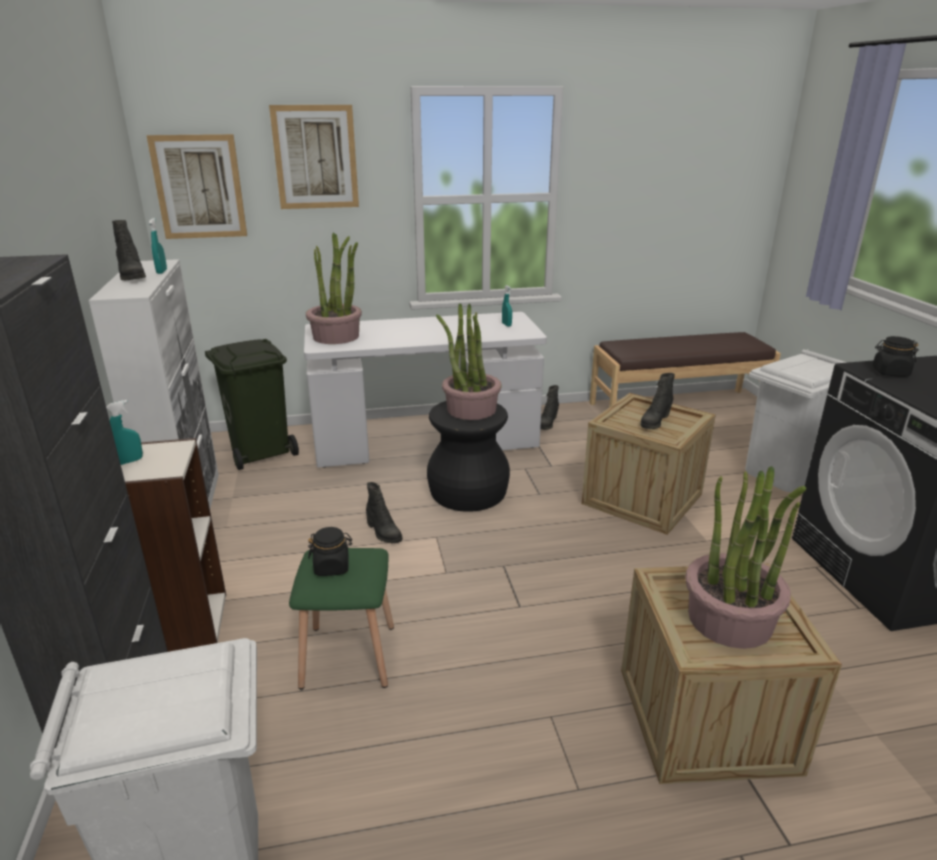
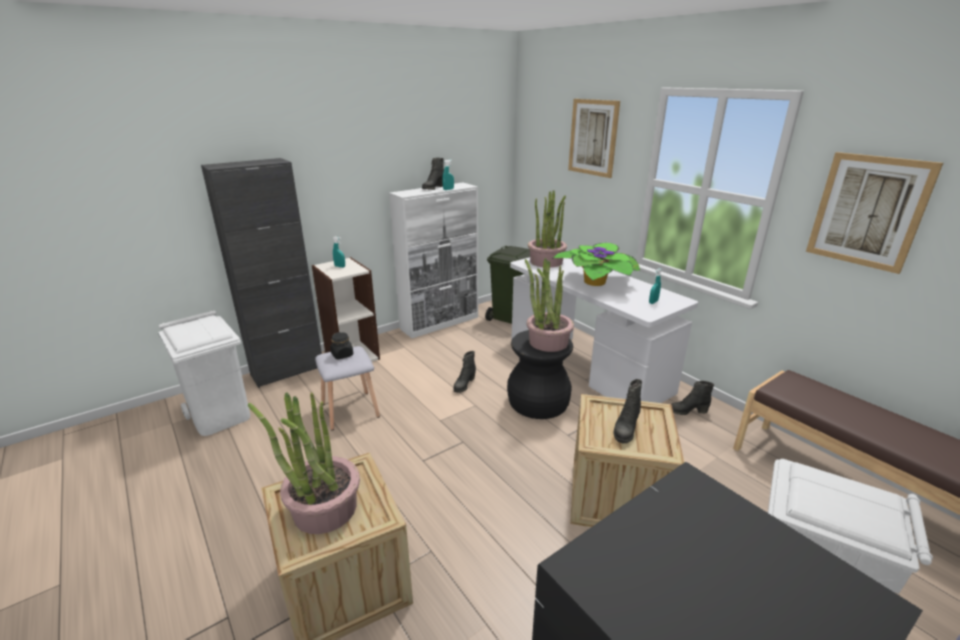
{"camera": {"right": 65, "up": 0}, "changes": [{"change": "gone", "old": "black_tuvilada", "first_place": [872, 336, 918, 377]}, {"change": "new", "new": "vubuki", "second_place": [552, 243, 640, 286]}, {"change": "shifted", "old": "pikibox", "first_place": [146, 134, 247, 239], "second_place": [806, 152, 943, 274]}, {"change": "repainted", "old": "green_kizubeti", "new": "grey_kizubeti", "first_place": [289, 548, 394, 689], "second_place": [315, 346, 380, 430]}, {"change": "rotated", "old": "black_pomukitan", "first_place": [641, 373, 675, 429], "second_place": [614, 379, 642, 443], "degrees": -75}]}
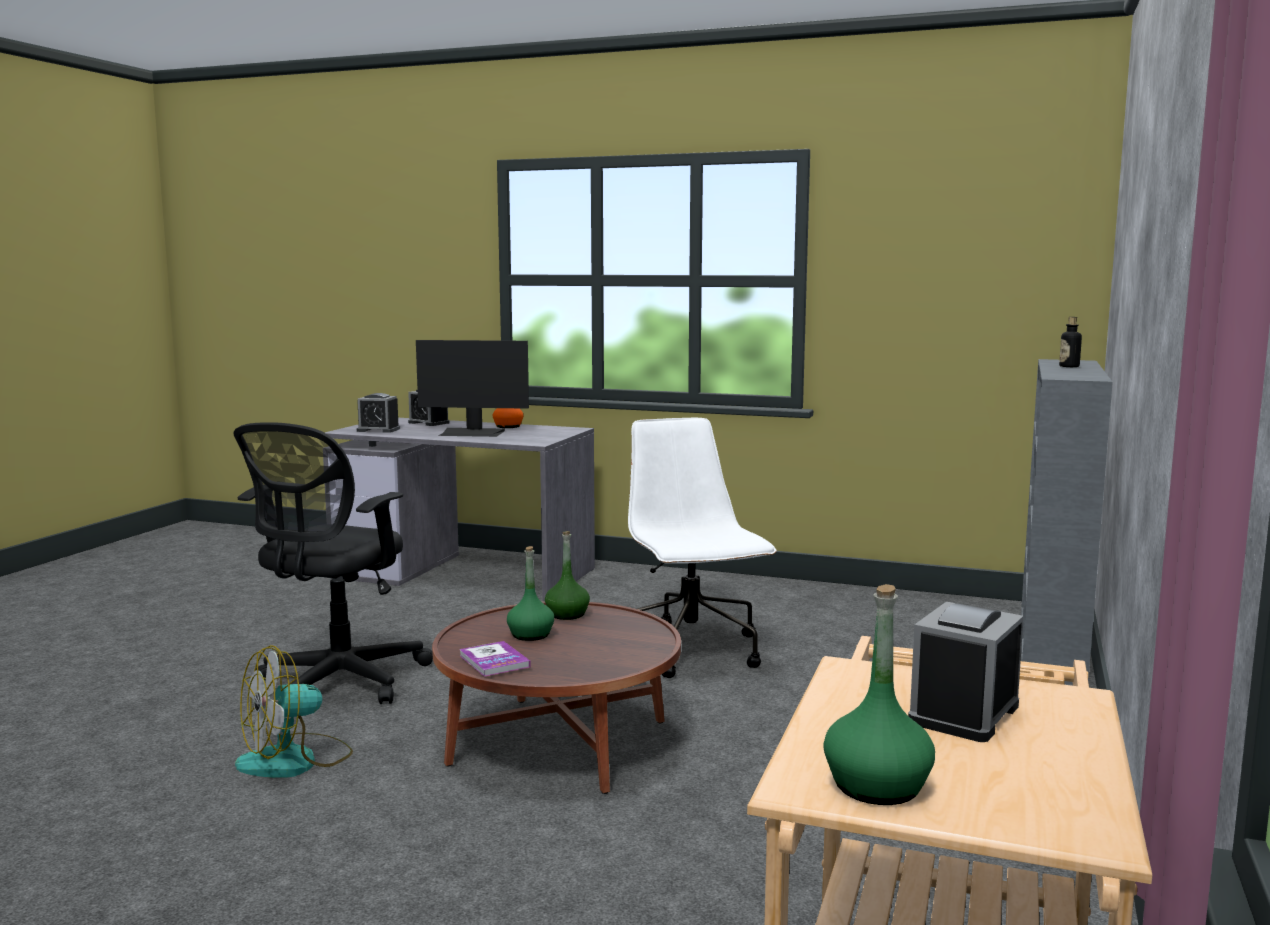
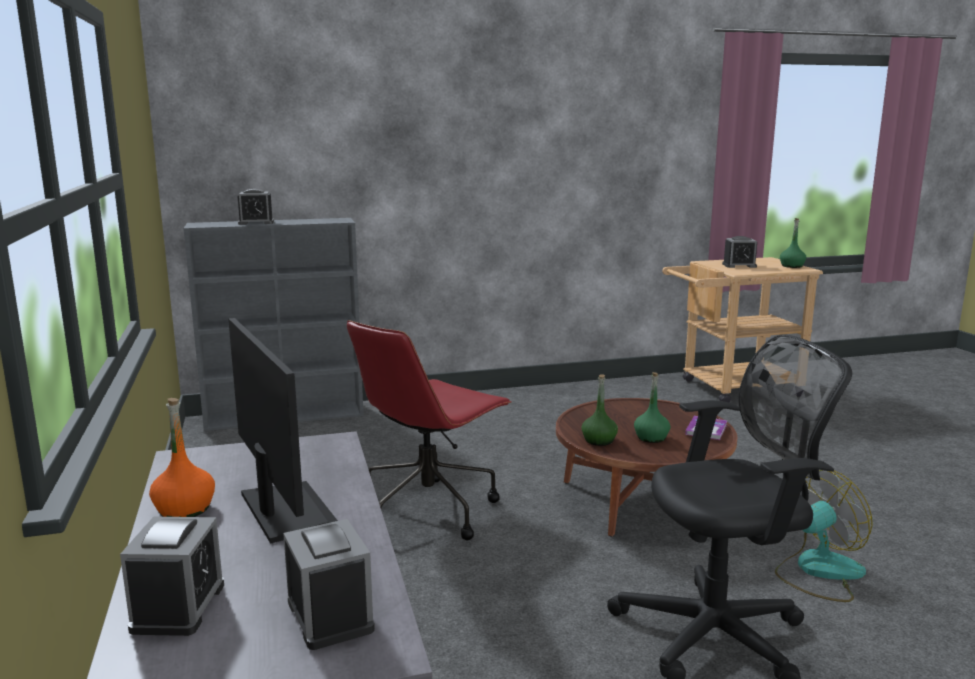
{"camera": {"right": -125, "up": 5}, "changes": [{"change": "swapped", "old": "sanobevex", "new": "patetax", "first_place": [1059, 317, 1082, 367], "second_place": [237, 189, 274, 225]}, {"change": "repainted", "old": "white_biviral", "new": "red_biviral", "first_place": [628, 418, 777, 678], "second_place": [347, 320, 512, 540]}, {"change": "rotated", "old": "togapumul", "first_place": [235, 645, 353, 778], "second_place": [775, 470, 873, 602], "degrees": -45}]}
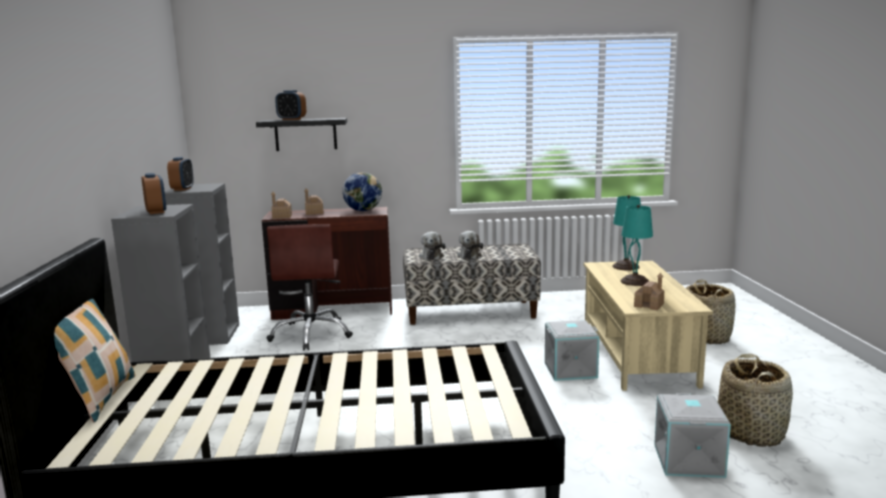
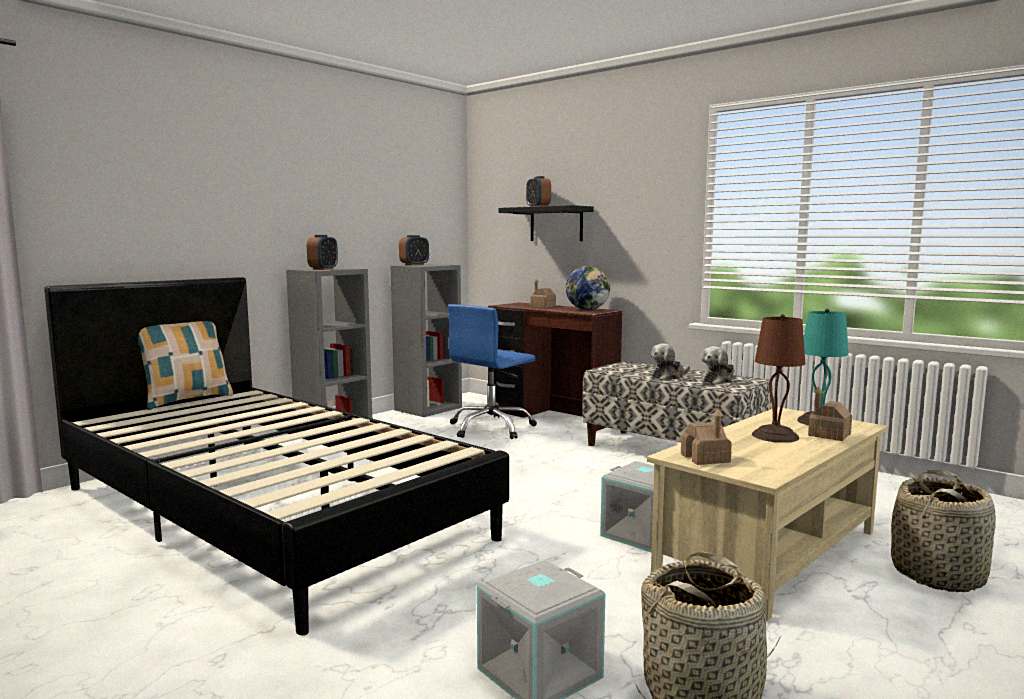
{"camera": {"right": 45, "up": -5}, "changes": [{"change": "shifted", "old": "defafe", "first_place": [271, 192, 292, 219], "second_place": [808, 387, 852, 441]}, {"change": "shifted", "old": "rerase", "first_place": [419, 232, 445, 260], "second_place": [701, 346, 734, 384]}, {"change": "repainted", "old": "brown_biviral", "new": "blue_biviral", "first_place": [267, 224, 353, 350], "second_place": [448, 304, 537, 439]}, {"change": "repainted", "old": "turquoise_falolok", "new": "brown_falolok", "first_place": [621, 205, 653, 286], "second_place": [752, 314, 805, 443]}]}
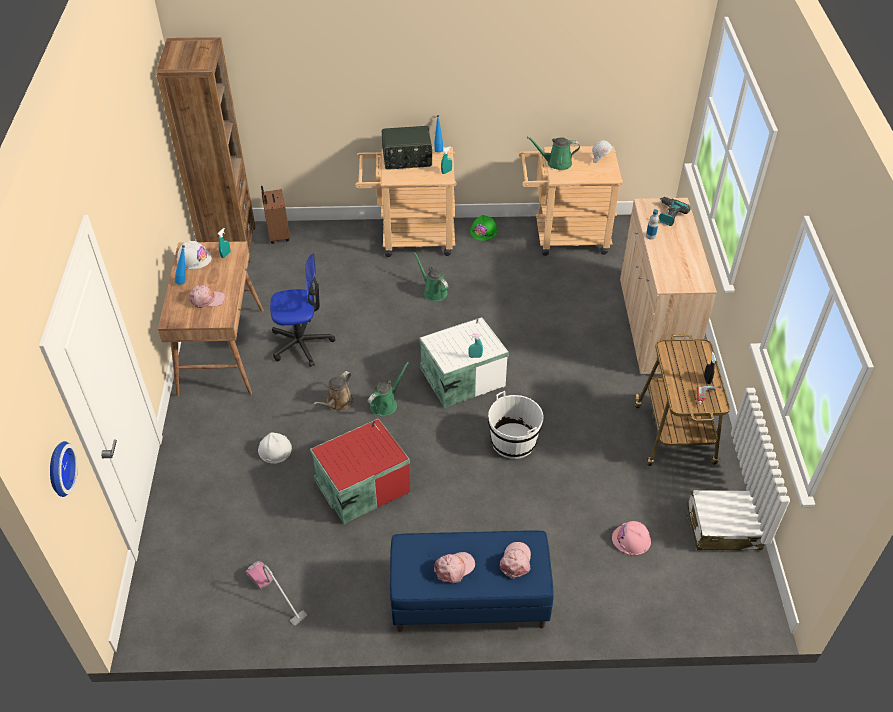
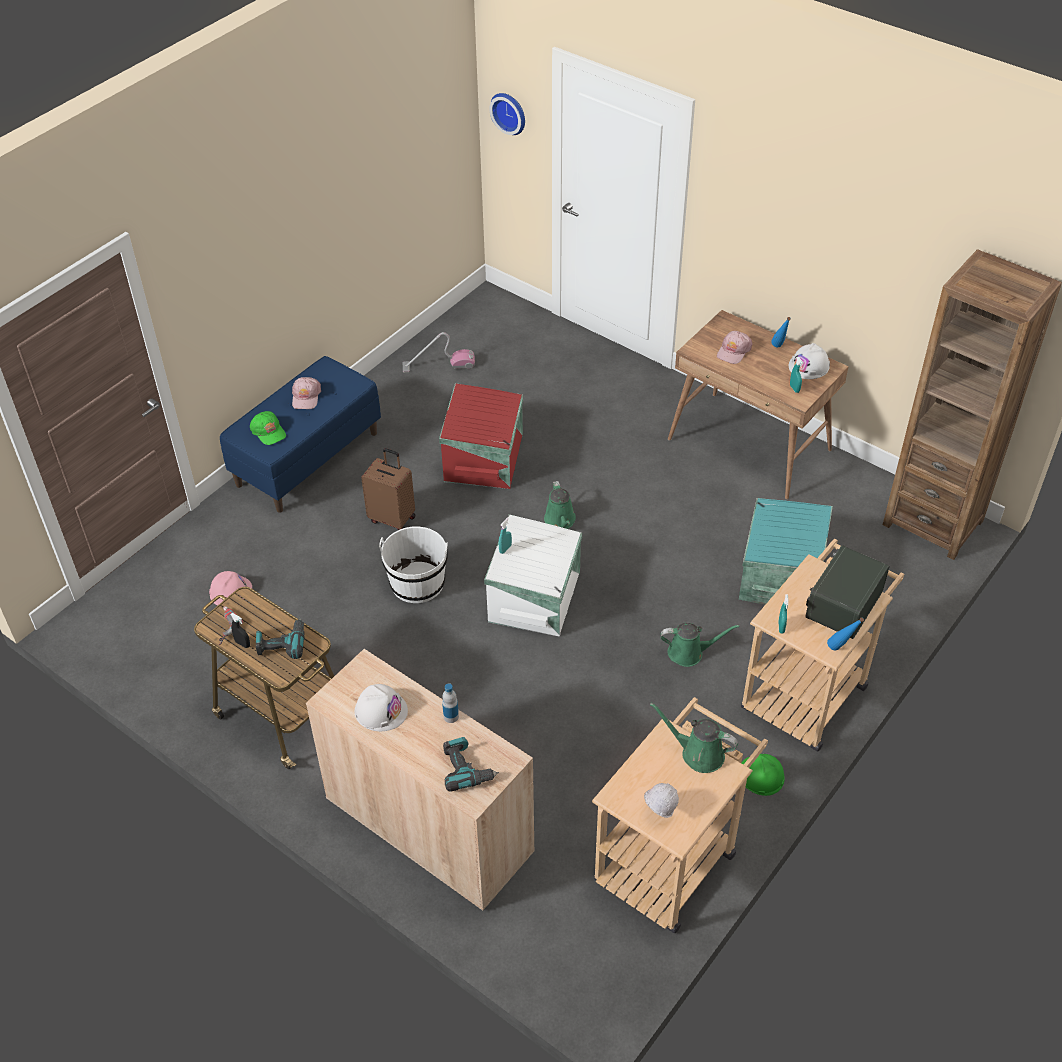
{"camera": {"right": 130, "up": 0}, "changes": [{"change": "gone", "old": "biviral", "first_place": [270, 254, 335, 367]}, {"change": "gone", "old": "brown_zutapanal", "first_place": [313, 371, 353, 411]}, {"change": "gone", "old": "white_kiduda", "first_place": [687, 490, 765, 550]}, {"change": "new", "new": "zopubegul", "second_place": [256, 618, 305, 659]}, {"change": "new", "new": "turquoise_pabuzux", "second_place": [739, 498, 833, 605]}, {"change": "shifted", "old": "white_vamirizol", "first_place": [258, 432, 292, 464], "second_place": [354, 684, 408, 731]}, {"change": "shifted", "old": "brown_kiduda", "first_place": [261, 186, 290, 244], "second_place": [361, 448, 416, 530]}, {"change": "repainted", "old": "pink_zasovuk", "new": "green_zasovuk", "first_place": [500, 542, 531, 579], "second_place": [250, 411, 286, 445]}, {"change": "rotated", "old": "green_zutapanal", "first_place": [527, 137, 580, 170], "second_place": [650, 702, 738, 773], "degrees": -105}]}
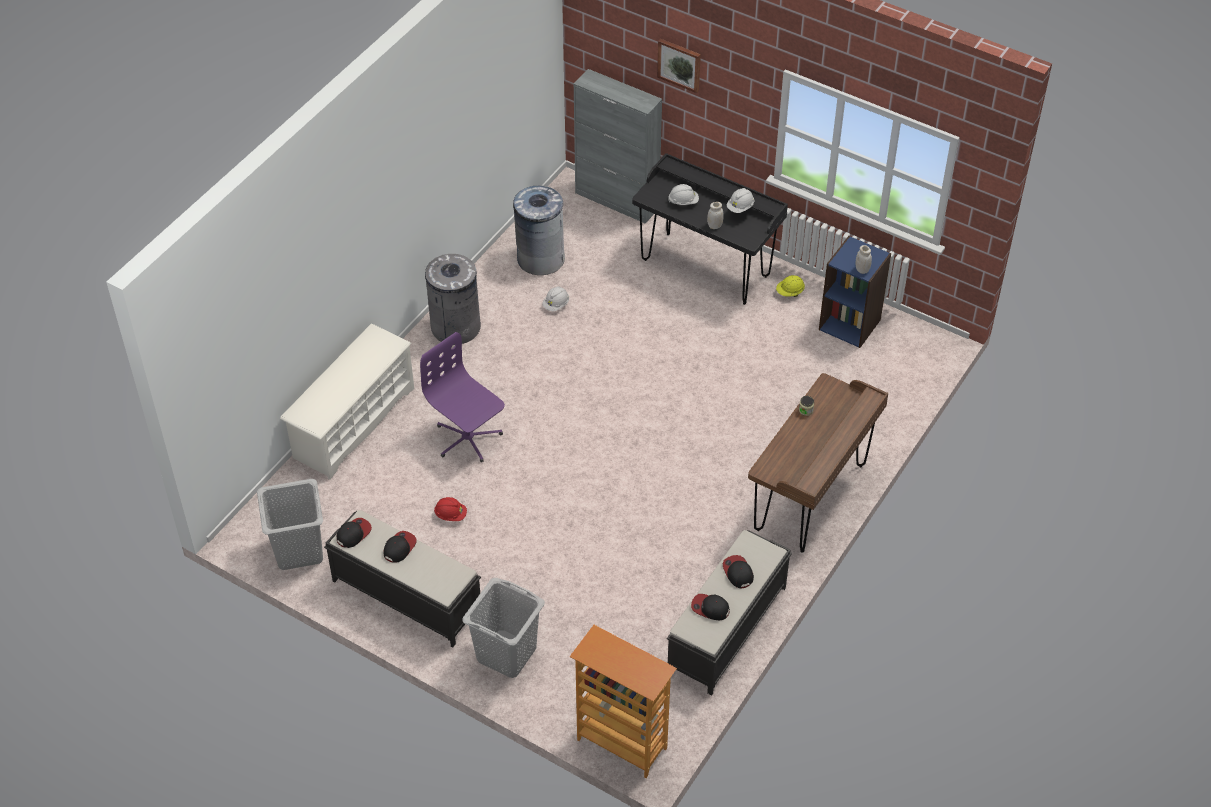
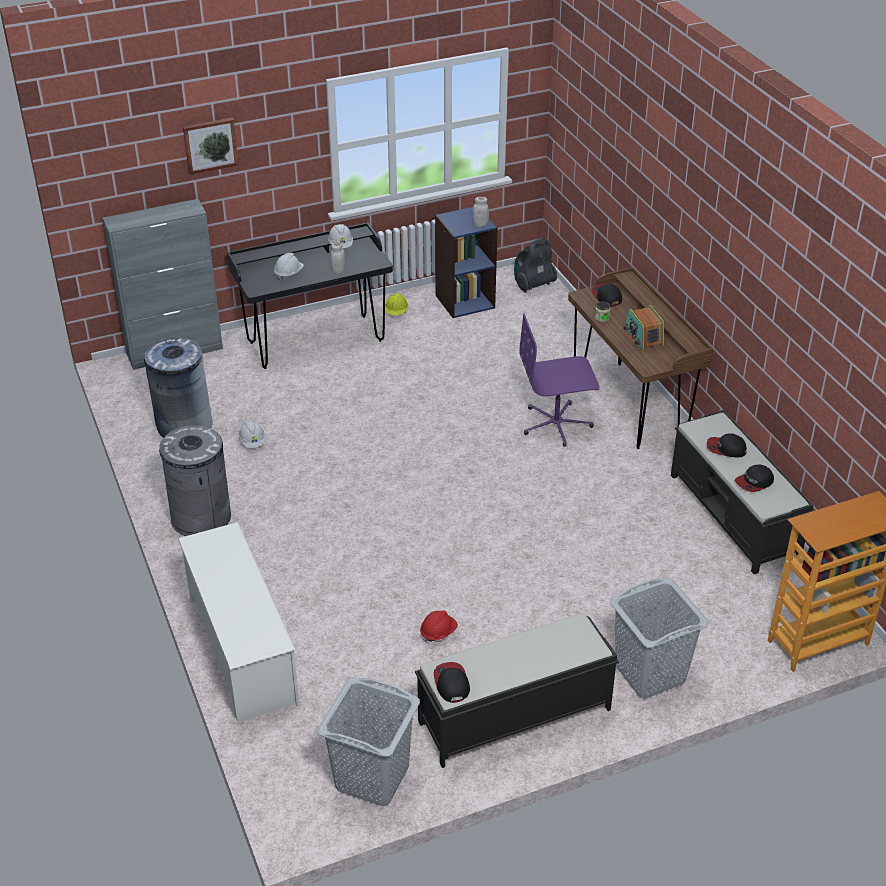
{"camera": {"right": -55, "up": -10}, "changes": [{"change": "new", "new": "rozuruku", "second_place": [514, 238, 557, 293]}, {"change": "new", "new": "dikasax", "second_place": [623, 305, 664, 350]}, {"change": "shifted", "old": "zasovuk", "first_place": [383, 531, 416, 562], "second_place": [591, 284, 622, 307]}, {"change": "shifted", "old": "purple_biviral", "first_place": [420, 332, 505, 462], "second_place": [519, 314, 600, 447]}]}
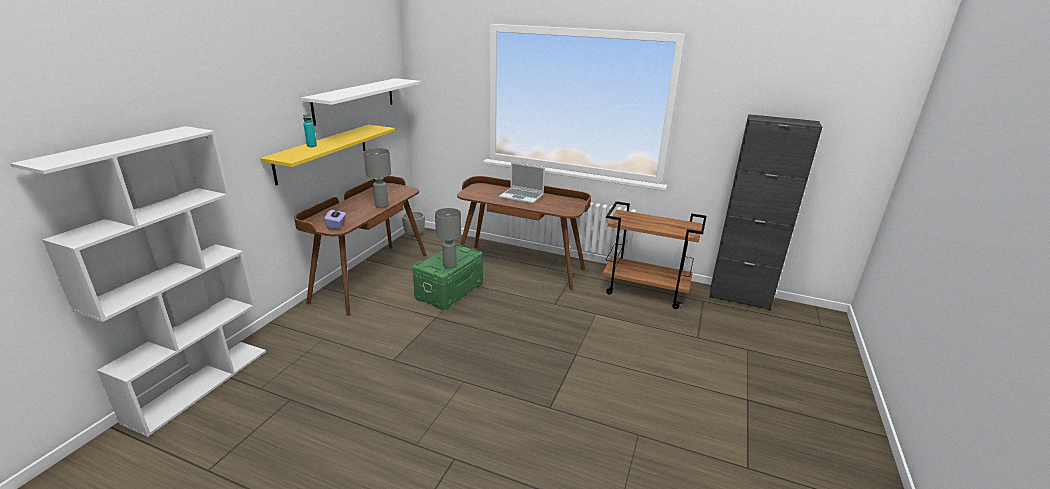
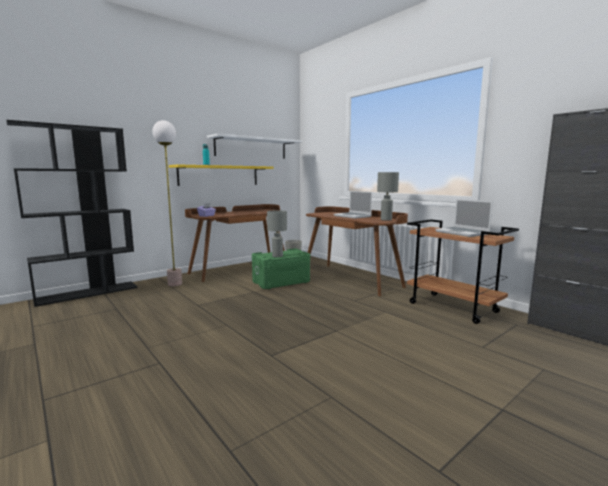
{"camera": {"right": 30, "up": -15}, "changes": [{"change": "new", "new": "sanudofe", "second_place": [152, 120, 182, 286]}, {"change": "new", "new": "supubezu", "second_place": [436, 199, 493, 237]}, {"change": "shifted", "old": "grey_falolok", "first_place": [364, 148, 391, 208], "second_place": [377, 172, 399, 221]}, {"change": "repainted", "old": "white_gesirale", "new": "black_gesirale", "first_place": [10, 126, 266, 437], "second_place": [7, 120, 137, 307]}]}
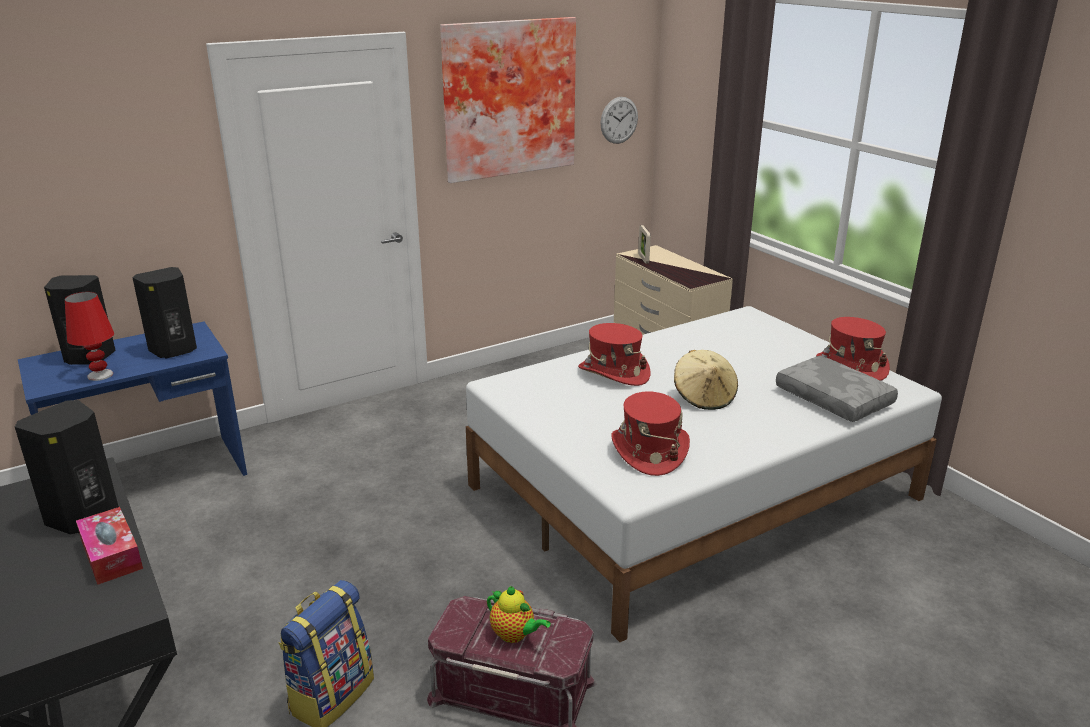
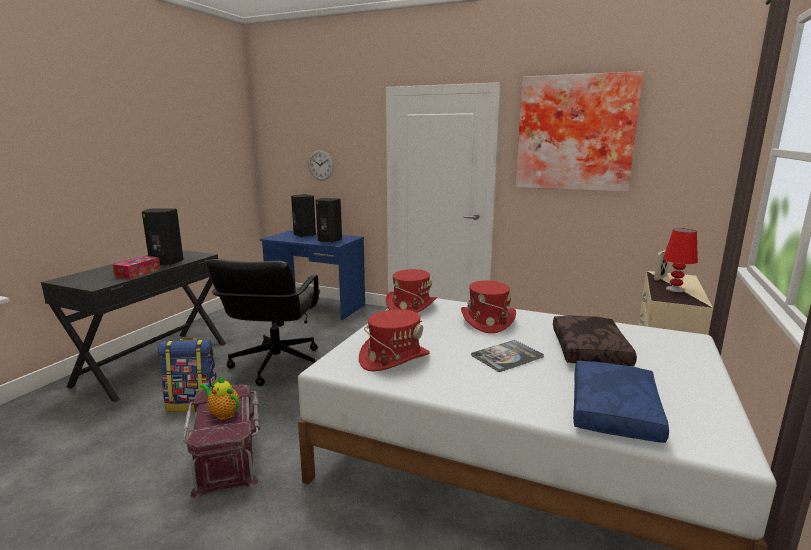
{"camera": {"right": 55, "up": -10}, "changes": [{"change": "new", "new": "black_biviral", "second_place": [206, 259, 320, 386]}, {"change": "new", "new": "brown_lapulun", "second_place": [553, 315, 637, 366]}, {"change": "shifted", "old": "red_falolok", "first_place": [65, 292, 114, 381], "second_place": [663, 228, 698, 292]}, {"change": "shifted", "old": "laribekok", "first_place": [601, 97, 638, 144], "second_place": [308, 150, 334, 181]}, {"change": "shifted", "old": "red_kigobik", "first_place": [816, 317, 890, 381], "second_place": [386, 269, 437, 313]}, {"change": "swapped", "old": "beige_kigobik", "new": "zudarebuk", "first_place": [674, 350, 738, 410], "second_place": [471, 340, 544, 372]}, {"change": "repainted", "old": "grey_lapulun", "new": "blue_lapulun", "first_place": [776, 356, 898, 422], "second_place": [573, 361, 669, 443]}, {"change": "rotated", "old": "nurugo", "first_place": [487, 586, 551, 643], "second_place": [200, 376, 240, 419], "degrees": 120}]}
